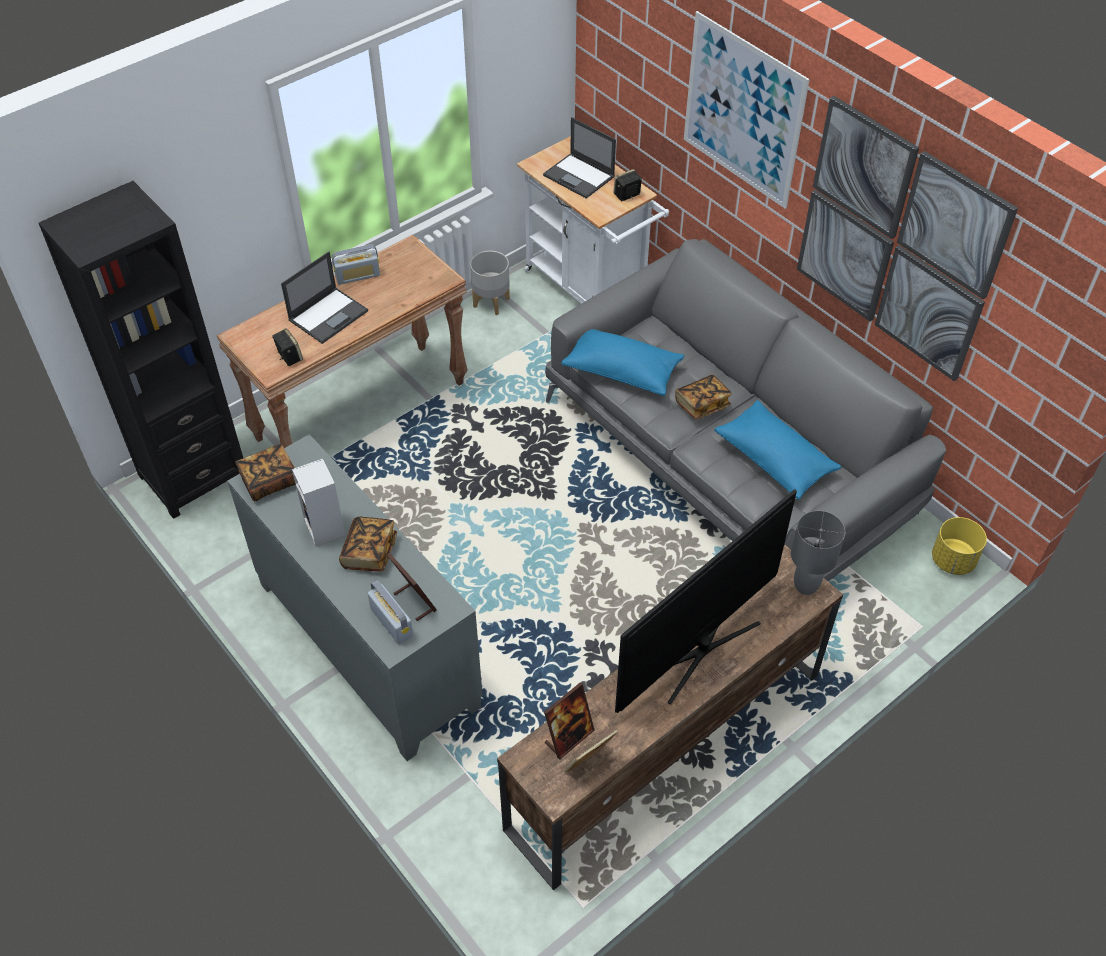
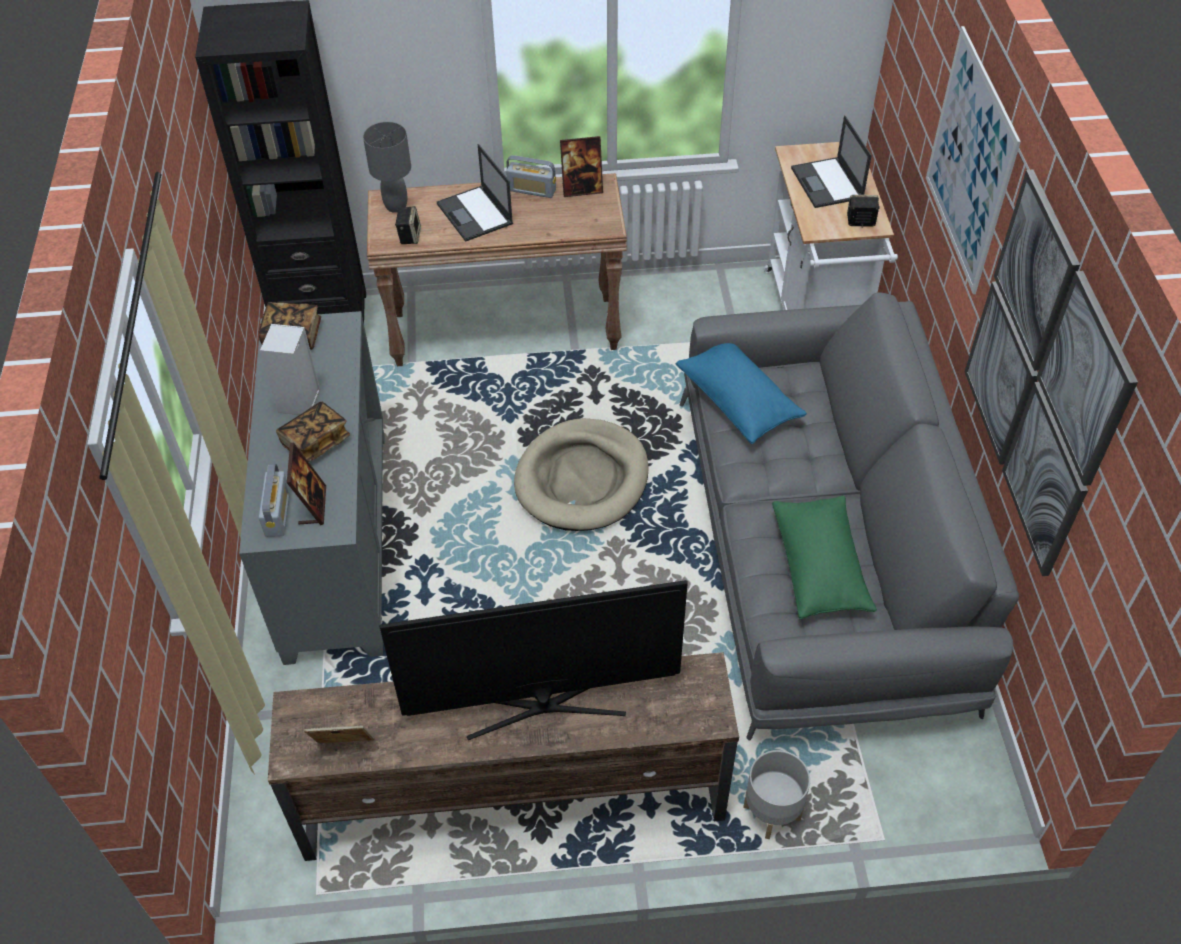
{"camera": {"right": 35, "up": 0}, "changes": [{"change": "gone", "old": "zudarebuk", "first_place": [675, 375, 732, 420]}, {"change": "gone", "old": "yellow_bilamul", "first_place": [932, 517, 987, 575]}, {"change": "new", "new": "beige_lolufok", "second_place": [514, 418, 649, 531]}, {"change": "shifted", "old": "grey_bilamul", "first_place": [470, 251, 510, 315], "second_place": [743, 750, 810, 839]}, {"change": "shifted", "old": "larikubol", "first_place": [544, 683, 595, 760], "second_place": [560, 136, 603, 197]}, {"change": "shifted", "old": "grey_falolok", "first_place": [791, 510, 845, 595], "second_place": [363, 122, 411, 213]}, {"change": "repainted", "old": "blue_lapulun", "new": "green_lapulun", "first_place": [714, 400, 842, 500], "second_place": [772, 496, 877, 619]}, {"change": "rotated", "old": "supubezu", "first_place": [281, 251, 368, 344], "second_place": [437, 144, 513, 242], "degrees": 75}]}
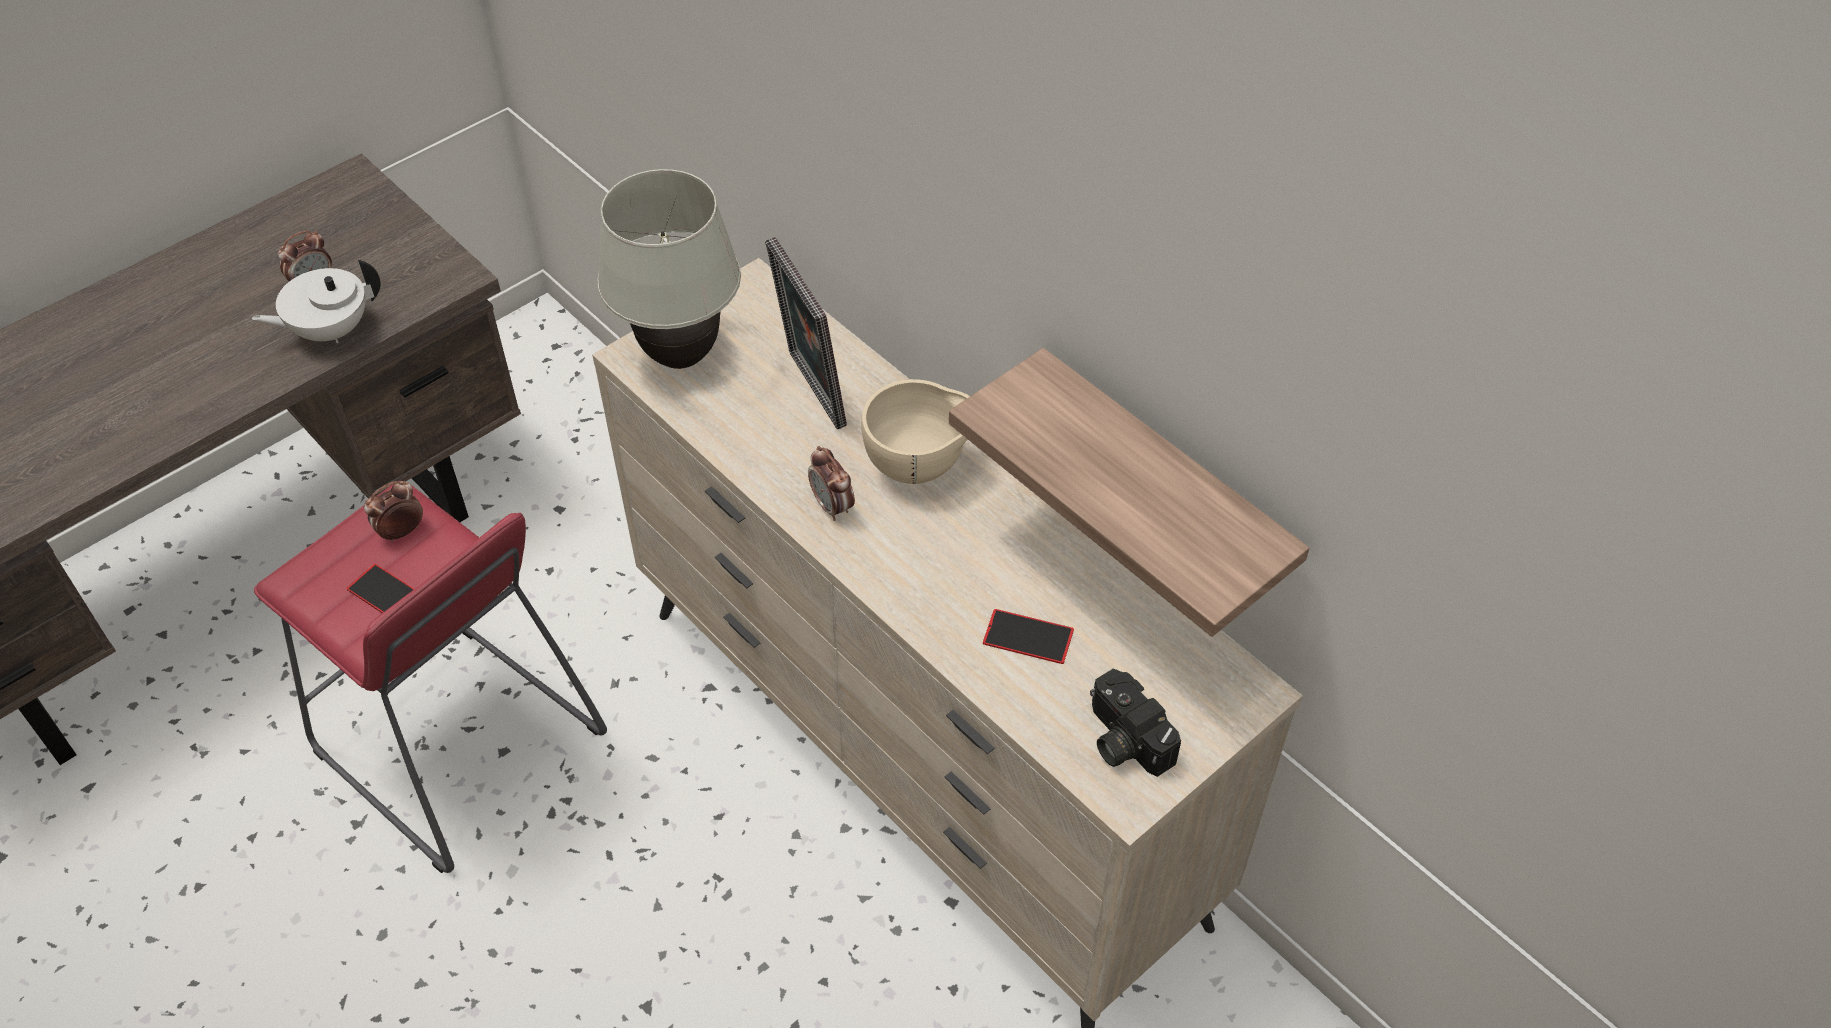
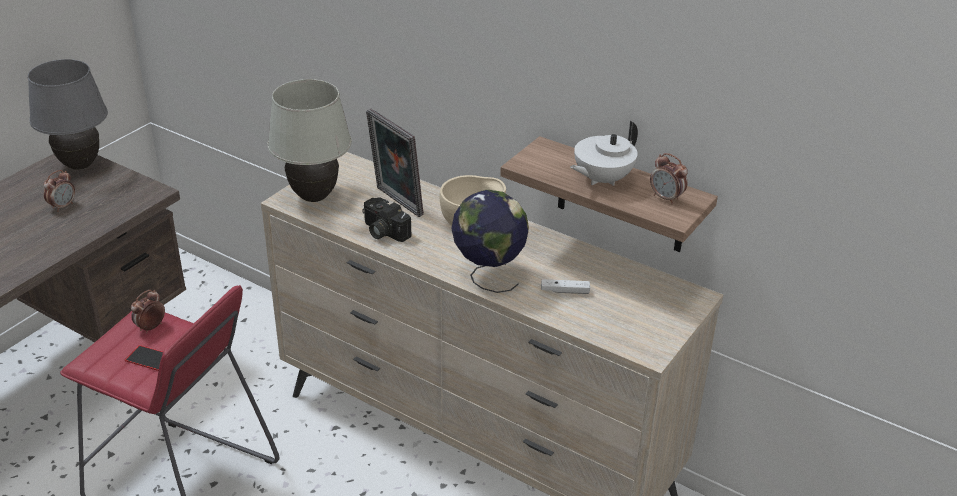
{"camera": {"right": -15, "up": -15}, "changes": [{"change": "new", "new": "grey_falolok", "second_place": [28, 59, 108, 170]}, {"change": "new", "new": "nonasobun", "second_place": [451, 190, 529, 293]}, {"change": "shifted", "old": "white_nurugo", "first_place": [252, 259, 381, 343], "second_place": [570, 121, 638, 186]}, {"change": "shifted", "old": "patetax", "first_place": [808, 446, 855, 521], "second_place": [650, 153, 688, 205]}, {"change": "shifted", "old": "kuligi", "first_place": [1090, 669, 1181, 777], "second_place": [362, 197, 411, 242]}, {"change": "swapped", "old": "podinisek", "new": "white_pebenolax", "first_place": [983, 609, 1074, 664], "second_place": [541, 279, 590, 294]}]}
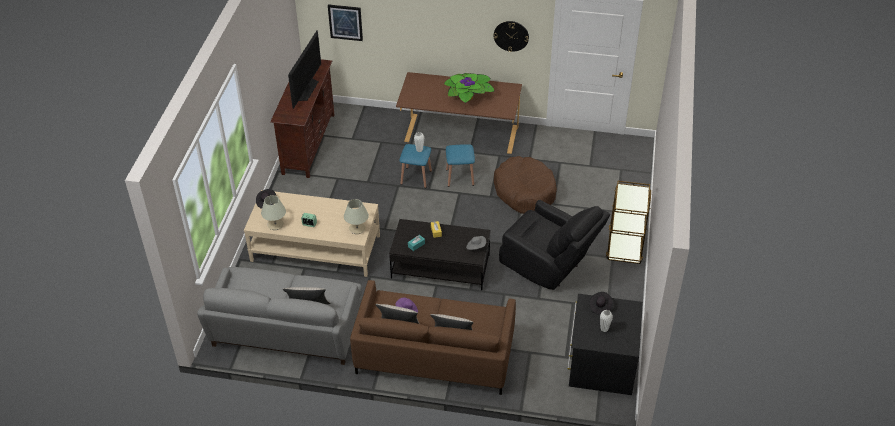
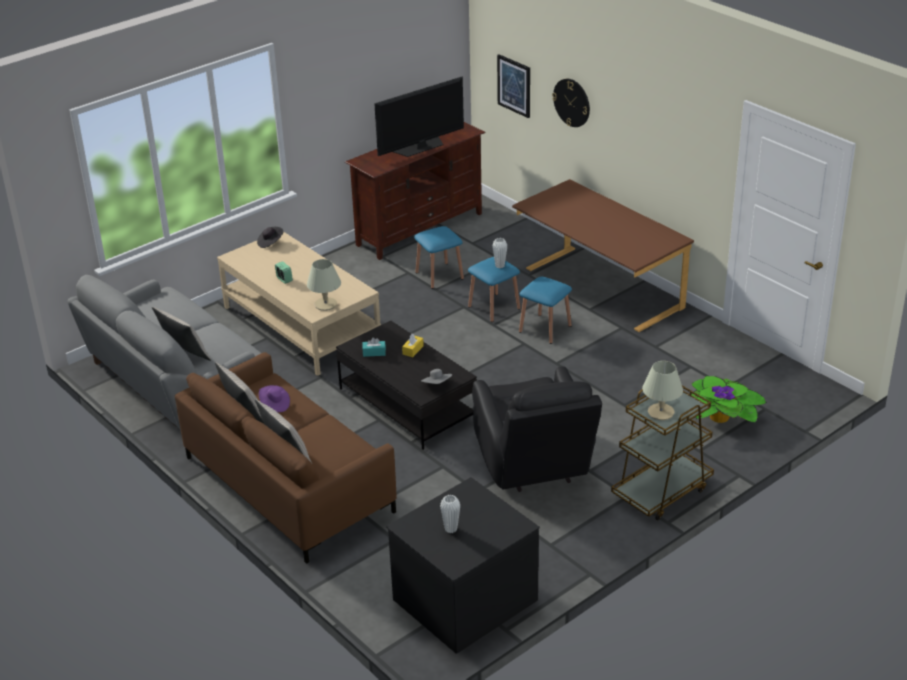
{"camera": {"right": 40, "up": -10}, "changes": [{"change": "gone", "old": "brown_lolufok", "first_place": [494, 156, 557, 214]}, {"change": "gone", "old": "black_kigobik", "first_place": [589, 292, 613, 315]}, {"change": "new", "new": "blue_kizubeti", "second_place": [414, 226, 464, 289]}, {"change": "shifted", "old": "beige_falolok", "first_place": [261, 195, 286, 230], "second_place": [642, 361, 683, 420]}, {"change": "shifted", "old": "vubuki", "first_place": [444, 73, 494, 103], "second_place": [691, 376, 767, 423]}, {"change": "shifted", "old": "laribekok", "first_place": [494, 21, 529, 52], "second_place": [552, 79, 590, 127]}]}
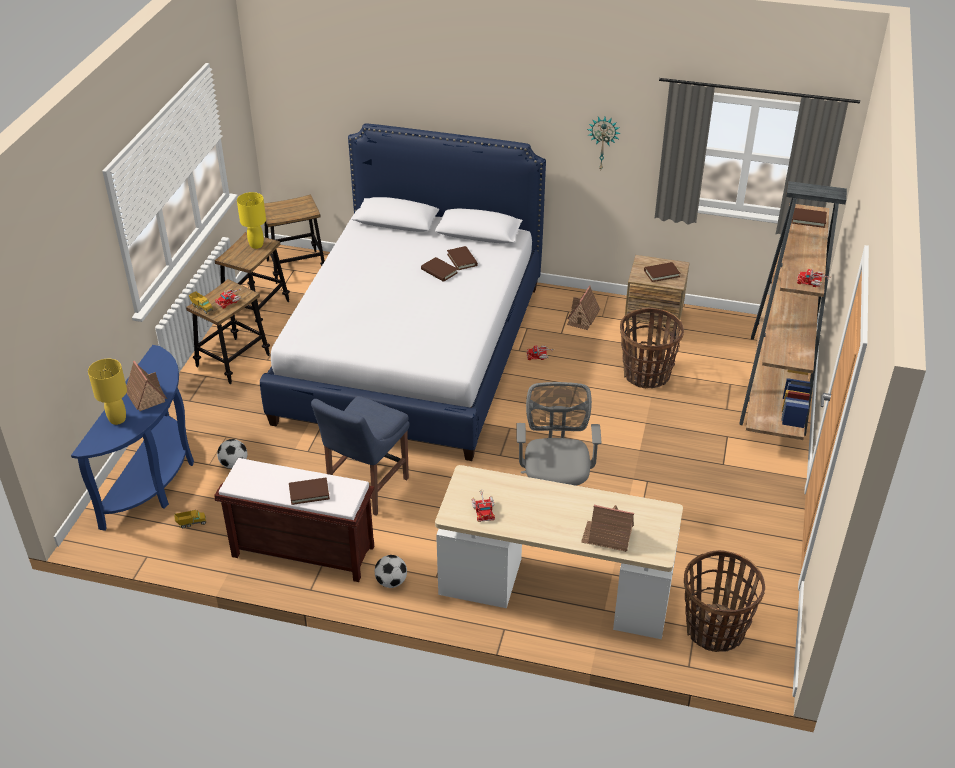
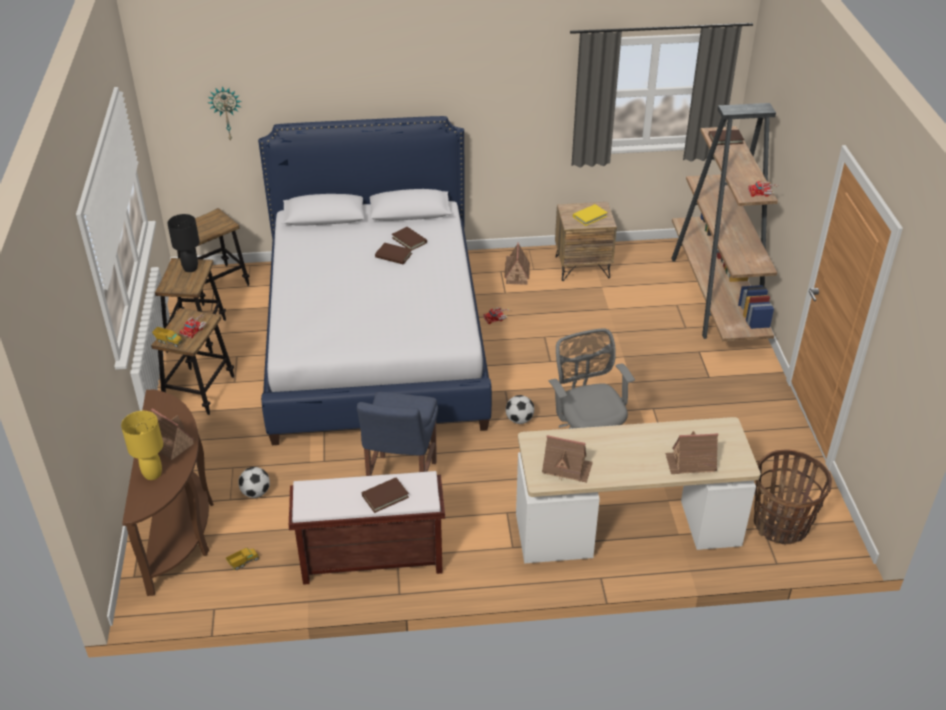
{"camera": {"right": -20, "up": 0}, "changes": [{"change": "gone", "old": "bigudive", "first_place": [620, 308, 684, 388]}, {"change": "shifted", "old": "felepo", "first_place": [375, 555, 407, 588], "second_place": [506, 395, 534, 424]}, {"change": "shifted", "old": "laribekok", "first_place": [587, 117, 621, 169], "second_place": [208, 86, 242, 141]}, {"change": "swapped", "old": "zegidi", "new": "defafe", "first_place": [471, 489, 495, 522], "second_place": [542, 435, 593, 483]}, {"change": "repainted", "old": "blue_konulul", "new": "brown_konulul", "first_place": [71, 345, 194, 531], "second_place": [122, 389, 214, 596]}, {"change": "repainted", "old": "yellow_falolok", "new": "black_falolok", "first_place": [237, 192, 266, 249], "second_place": [167, 214, 200, 272]}, {"change": "repainted", "old": "brown_zudarebuk", "new": "yellow_zudarebuk", "first_place": [644, 262, 680, 282], "second_place": [573, 204, 608, 226]}]}
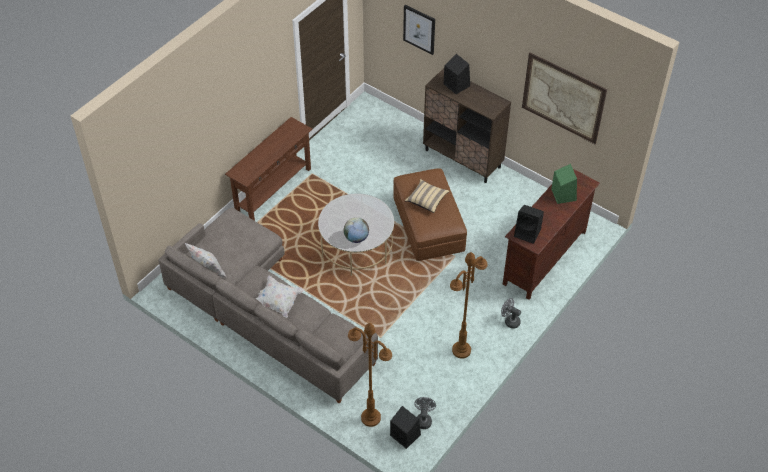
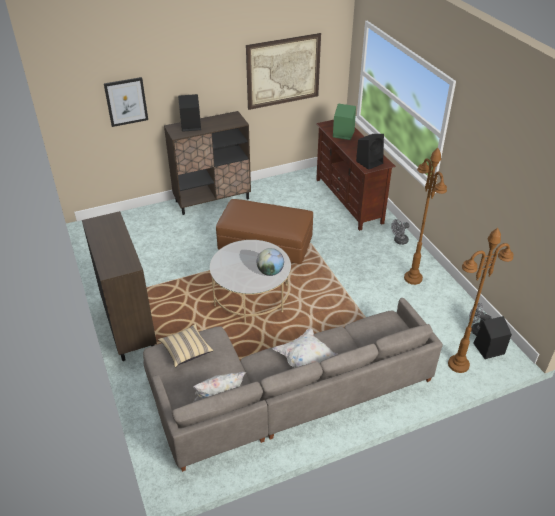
{"camera": {"right": -60, "up": -10}, "changes": [{"change": "shifted", "old": "beige_lapulun", "first_place": [405, 179, 449, 213], "second_place": [158, 324, 213, 368]}, {"change": "swapped", "old": "brown_konulul", "new": "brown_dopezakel", "first_place": [225, 117, 312, 221], "second_place": [82, 211, 157, 361]}]}
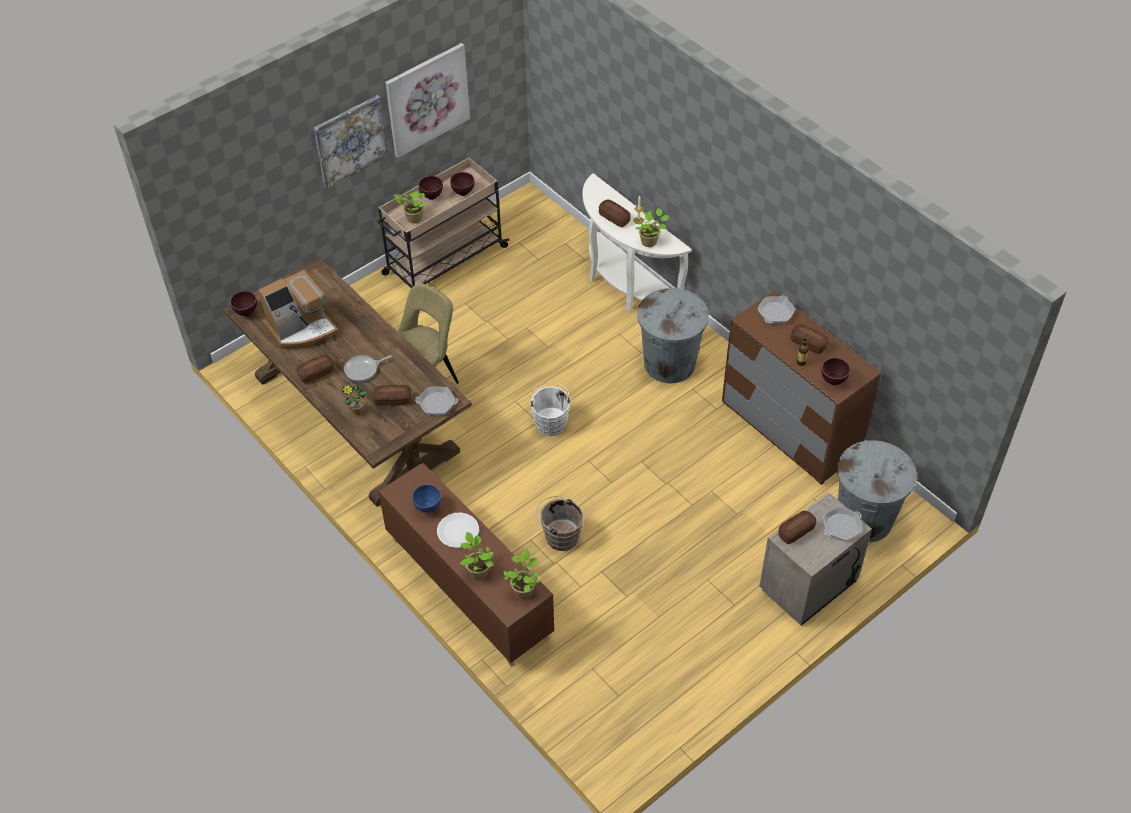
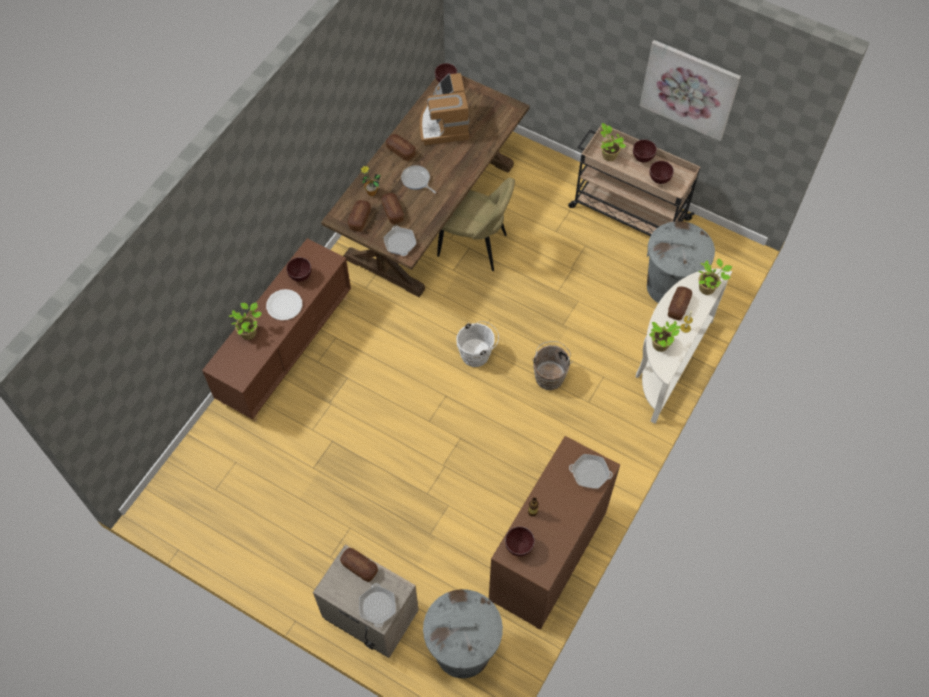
{"camera": {"right": 70, "up": 10}, "changes": [{"change": "gone", "old": "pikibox", "first_place": [314, 95, 388, 189]}, {"change": "shifted", "old": "vubuki", "first_place": [503, 549, 539, 599], "second_place": [698, 258, 732, 295]}, {"change": "shifted", "old": "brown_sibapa", "first_place": [536, 496, 583, 551], "second_place": [532, 341, 573, 390]}, {"change": "shifted", "old": "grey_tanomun", "first_place": [637, 288, 709, 383], "second_place": [647, 221, 715, 303]}, {"change": "shifted", "old": "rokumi", "first_place": [791, 324, 829, 354], "second_place": [348, 200, 371, 232]}, {"change": "repainted", "old": "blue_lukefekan", "new": "brown_lukefekan", "first_place": [412, 484, 441, 513], "second_place": [286, 257, 311, 282]}, {"change": "rotated", "old": "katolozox", "first_place": [258, 270, 339, 349], "second_place": [420, 73, 469, 145], "degrees": 45}, {"change": "rotated", "old": "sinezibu", "first_place": [823, 506, 862, 541], "second_place": [359, 583, 396, 627], "degrees": -135}]}
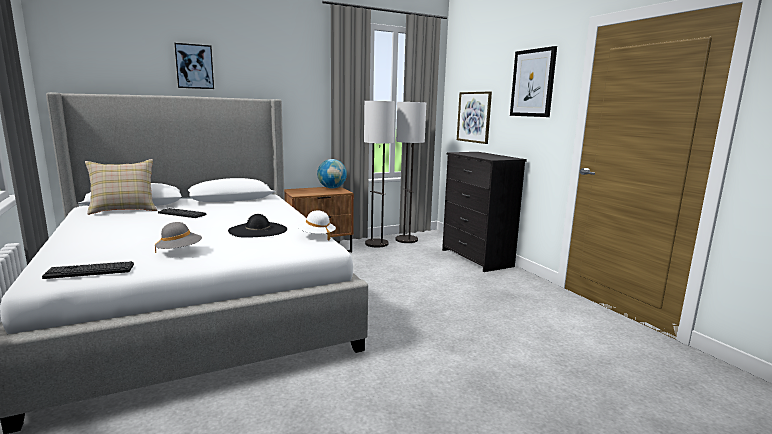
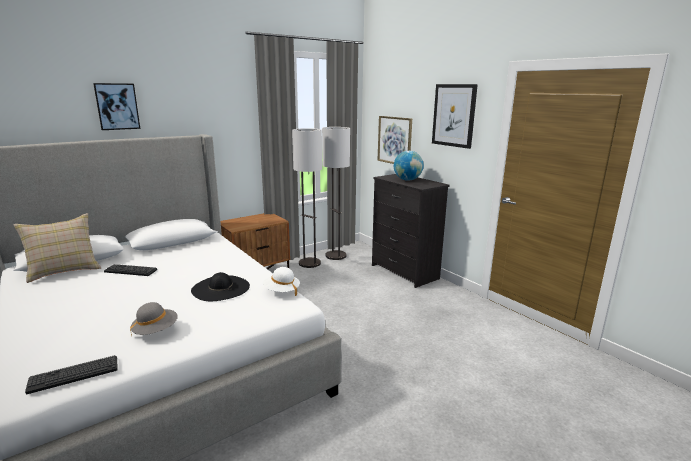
{"camera": {"right": -10, "up": 5}, "changes": [{"change": "shifted", "old": "nonasobun", "first_place": [317, 159, 347, 188], "second_place": [394, 151, 424, 181]}]}
